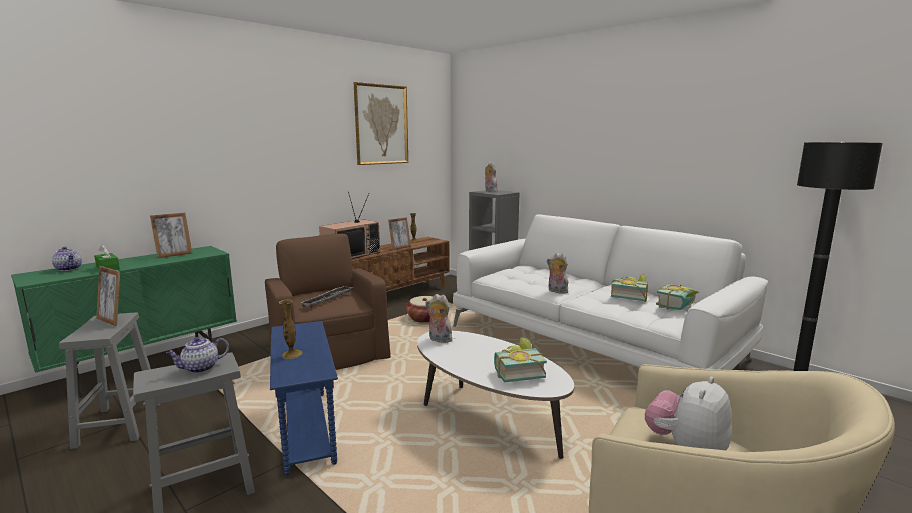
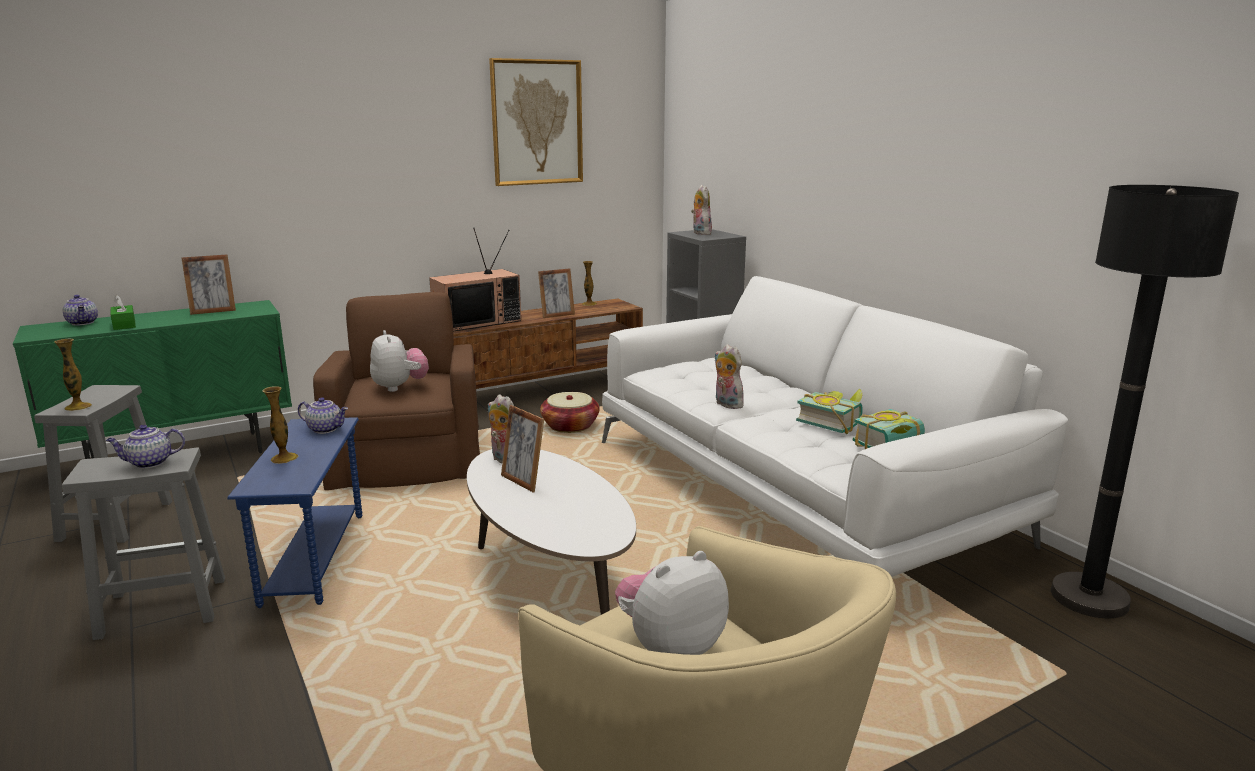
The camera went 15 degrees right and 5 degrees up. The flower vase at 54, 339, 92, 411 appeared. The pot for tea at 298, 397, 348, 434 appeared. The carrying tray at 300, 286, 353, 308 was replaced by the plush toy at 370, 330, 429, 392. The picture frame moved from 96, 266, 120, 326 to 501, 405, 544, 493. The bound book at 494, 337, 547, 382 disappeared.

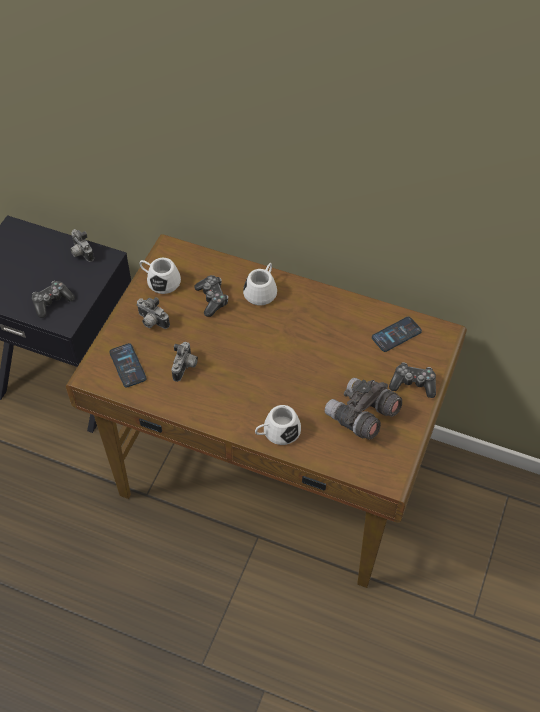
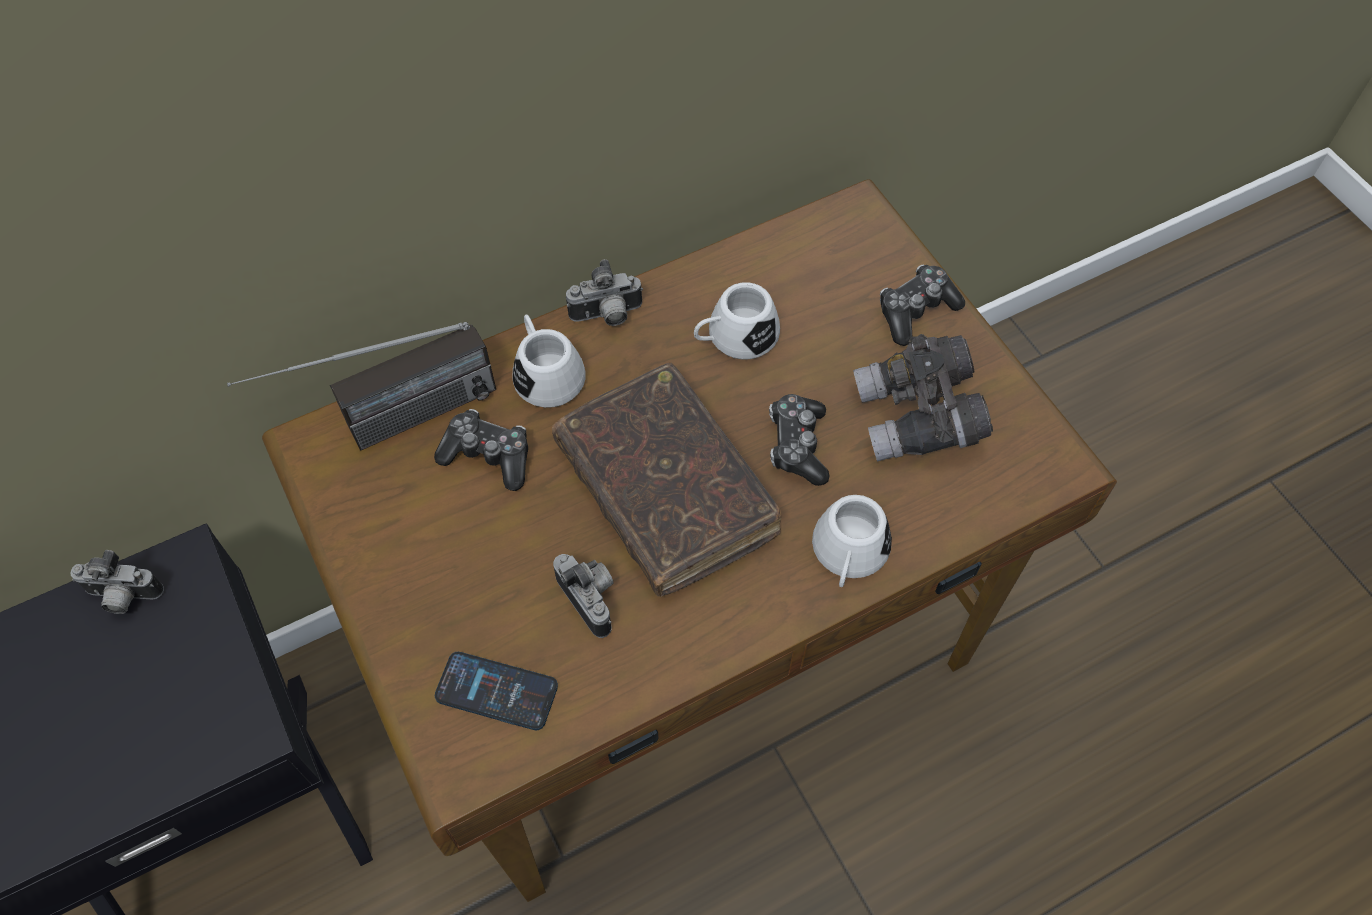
The camera went 50 degrees left and 5 degrees up. The radio receiver at 227, 322, 496, 450 appeared. The brownish bound book at 552, 363, 782, 597 appeared. The photo camera moved from 136, 297, 170, 329 to 566, 259, 643, 326. The whitish mug moved from 139, 258, 181, 294 to 694, 282, 780, 360. The game controller moved from 32, 281, 75, 318 to 769, 394, 830, 486. The telephone at 372, 317, 422, 352 disappeared.

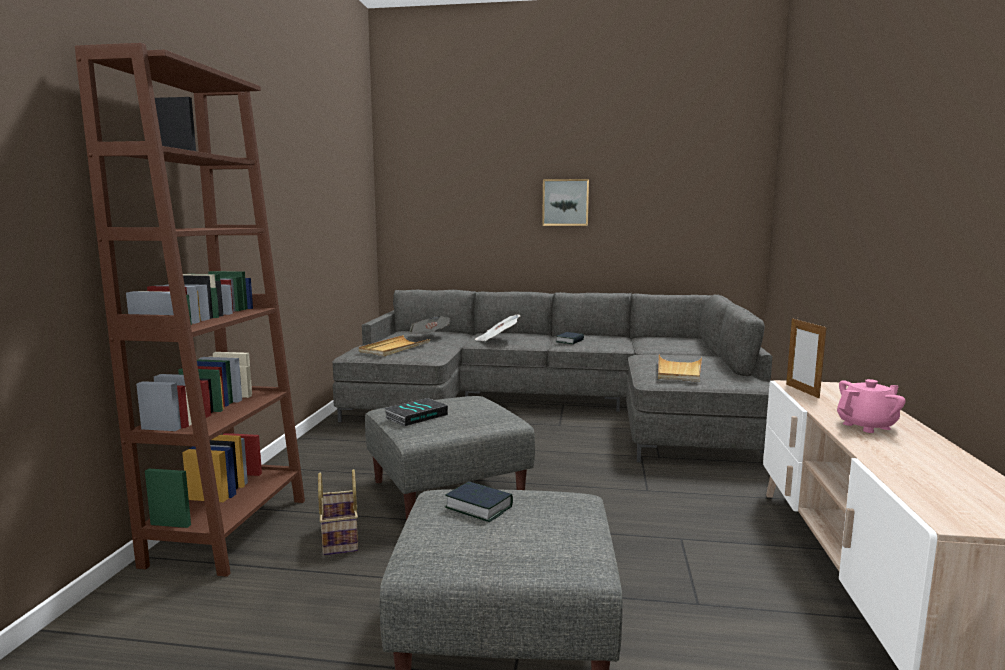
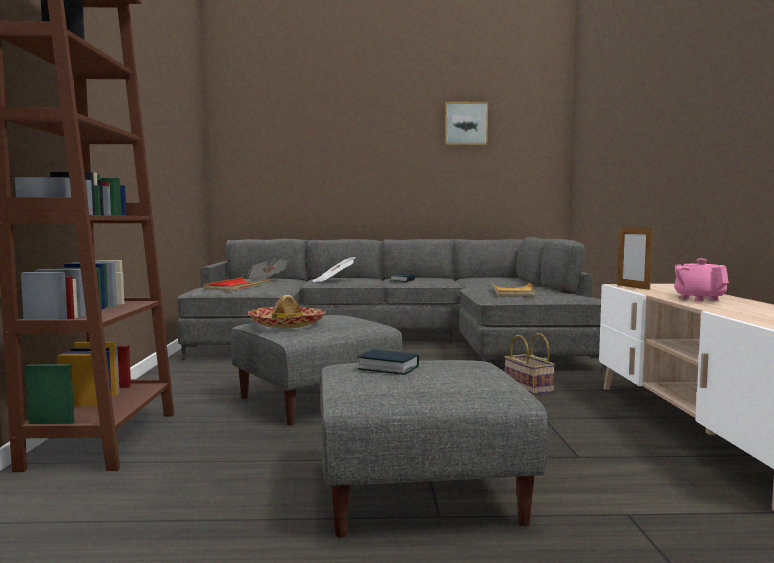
The camera went 10 degrees left and 5 degrees down. The beige-coloured carrying tray at 359, 335, 430, 356 became the red-coloured carrying tray at 203, 277, 272, 291. The bound book at 384, 398, 448, 426 was replaced by the wearable hat at 248, 295, 326, 328. The picture moved from 542, 179, 589, 226 to 445, 102, 488, 145. The basket moved from 318, 469, 358, 556 to 505, 333, 555, 395. The pink-coloured pot for tea at 837, 379, 906, 433 turned 75 degrees counterclockwise.

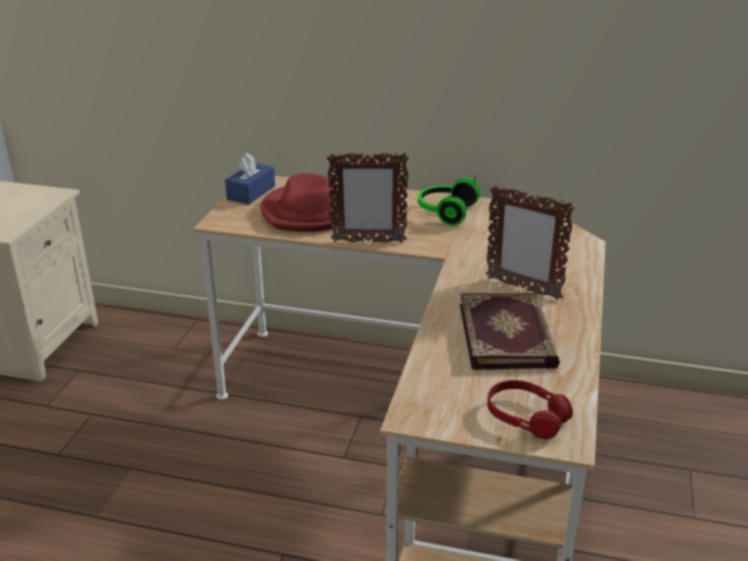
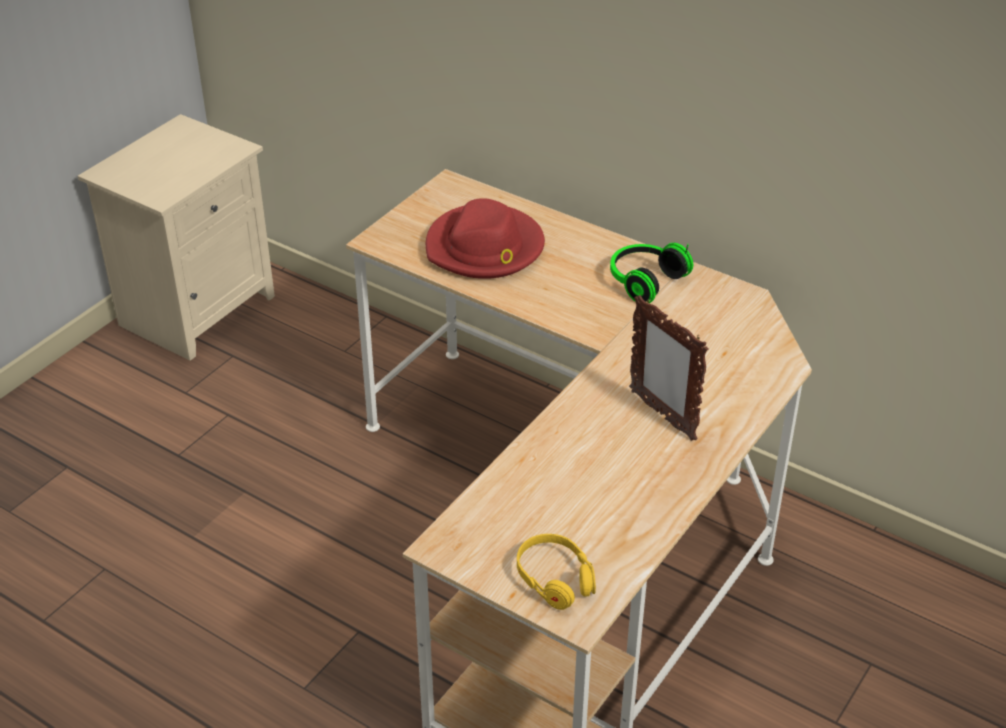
The camera went 20 degrees right and 10 degrees up. The red-coloured pair of headphones at 487, 380, 573, 439 became the yellow pair of headphones at 517, 534, 596, 610. The bluish box of tissues at 225, 153, 275, 205 disappeared. The picture frame at 327, 152, 409, 243 disappeared. The bound book at 460, 293, 560, 370 disappeared.

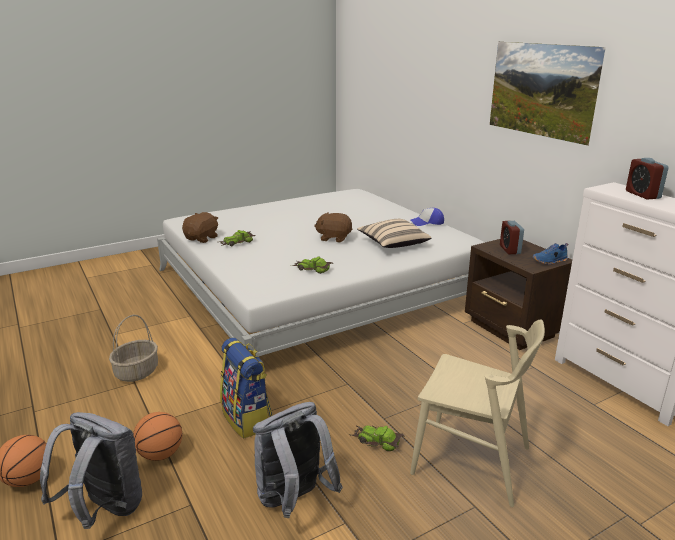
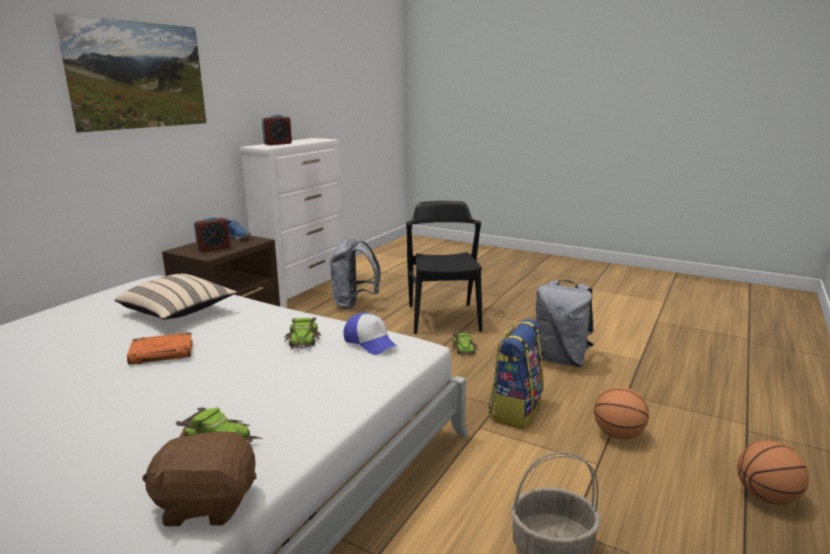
The camera went 120 degrees left and 5 degrees down. The brownish plush toy at 314, 212, 353, 242 was replaced by the orangey bound book at 127, 332, 193, 365. The gray backpack moved from 40, 412, 142, 529 to 330, 239, 381, 309. The cap moved from 410, 208, 444, 226 to 343, 313, 397, 355. The beige-coloured plain chair at 410, 319, 545, 507 became the black plain chair at 406, 201, 482, 334.

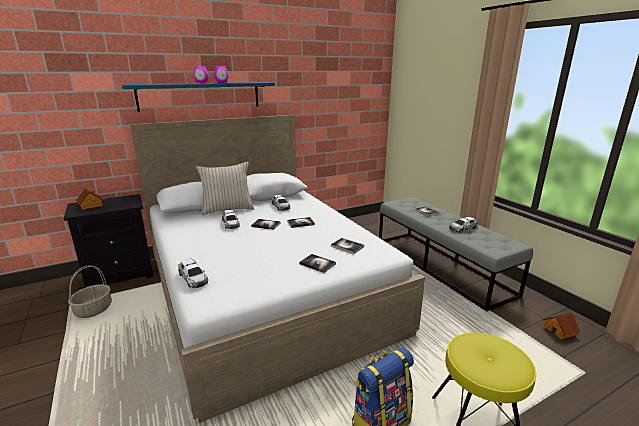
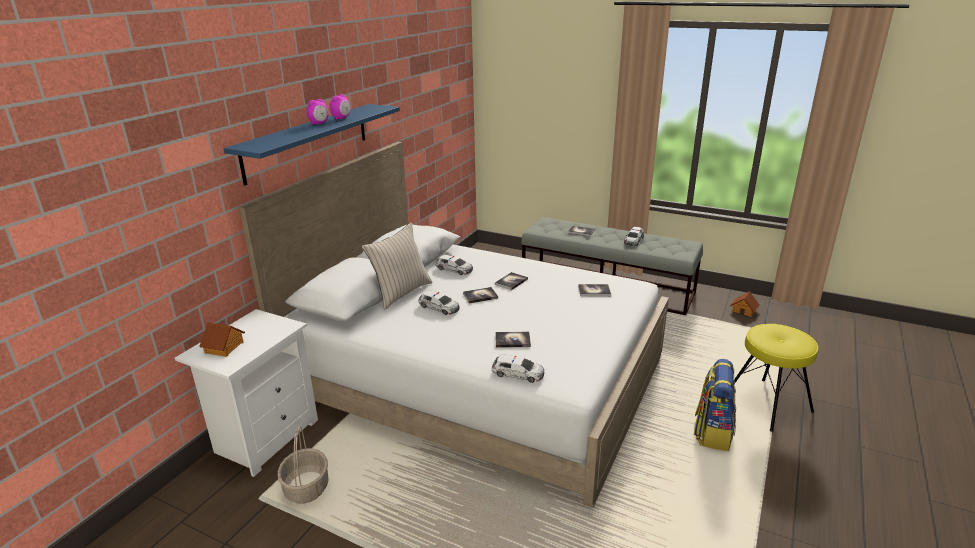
The camera went 35 degrees left and 5 degrees up. The black night table at 63, 194, 153, 288 became the whitish night table at 175, 309, 318, 477. The bound book moved from 299, 254, 336, 273 to 495, 332, 531, 348.

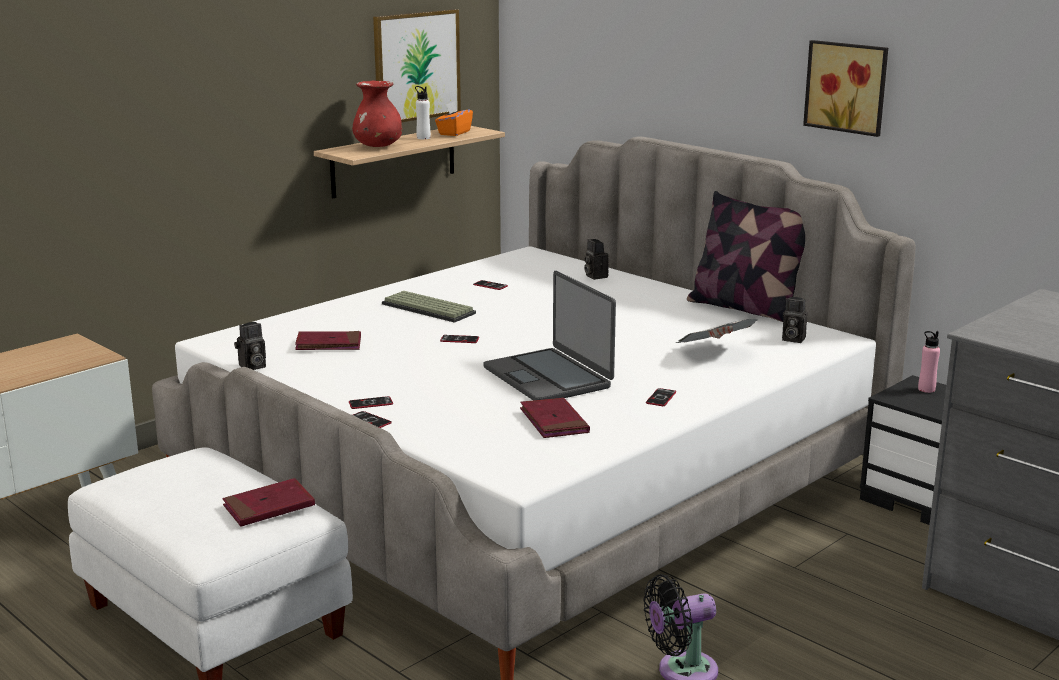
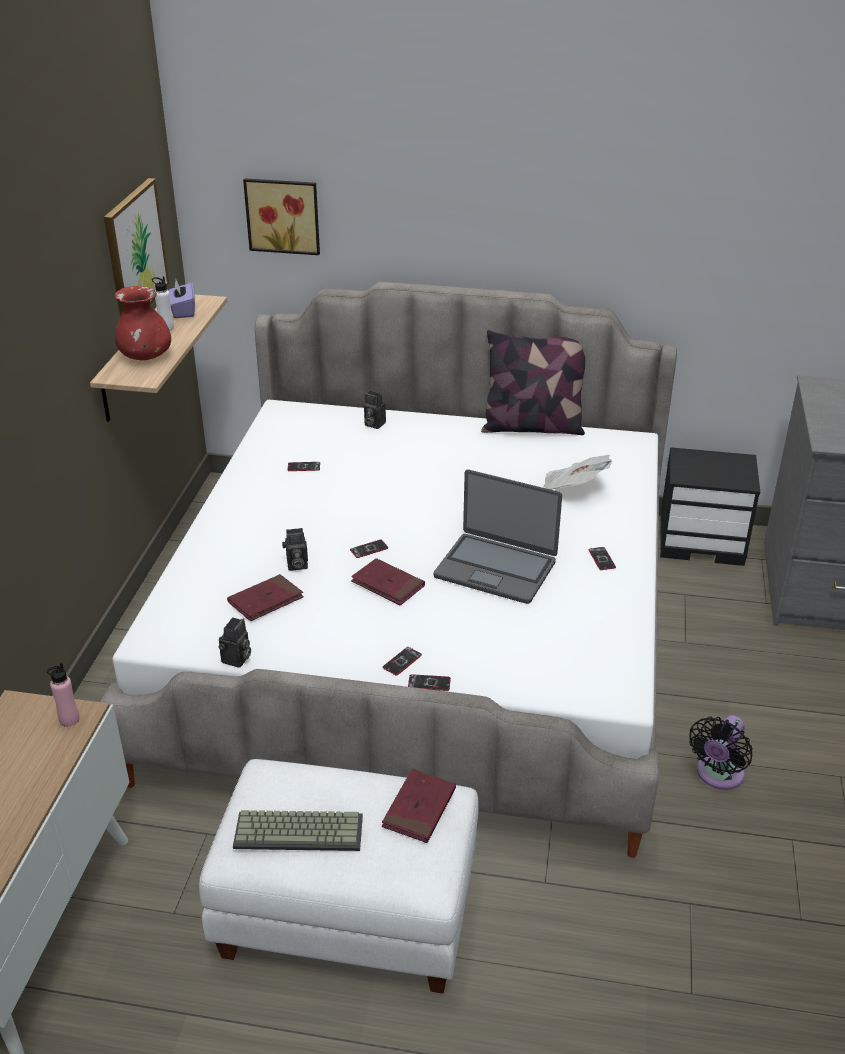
The camera went 35 degrees left and 15 degrees up. The pink-coloured bottle moved from 918, 331, 940, 393 to 47, 662, 79, 727. The orangey box of tissues at 435, 101, 473, 136 became the purple-coloured box of tissues at 168, 280, 195, 318. The keyboard moved from 382, 291, 476, 323 to 233, 810, 363, 851. The picture moved from 803, 40, 888, 137 to 243, 179, 320, 255. The photo camera moved from 782, 297, 808, 343 to 282, 528, 308, 571. The red-coloured bound book moved from 520, 398, 590, 438 to 351, 558, 425, 606.

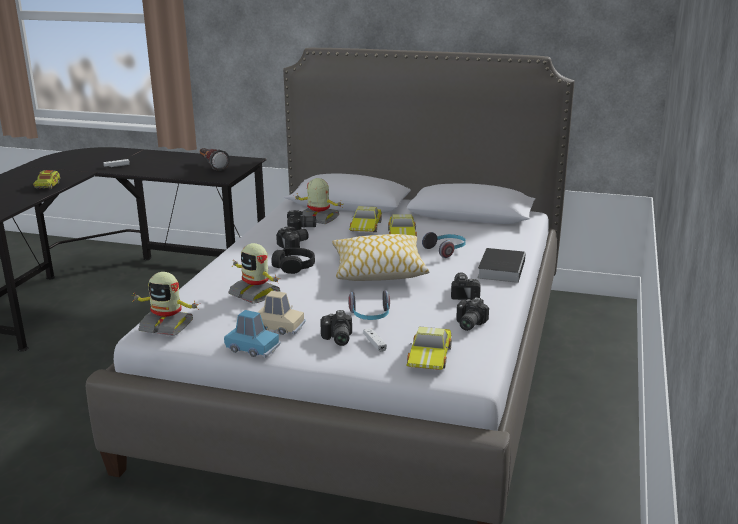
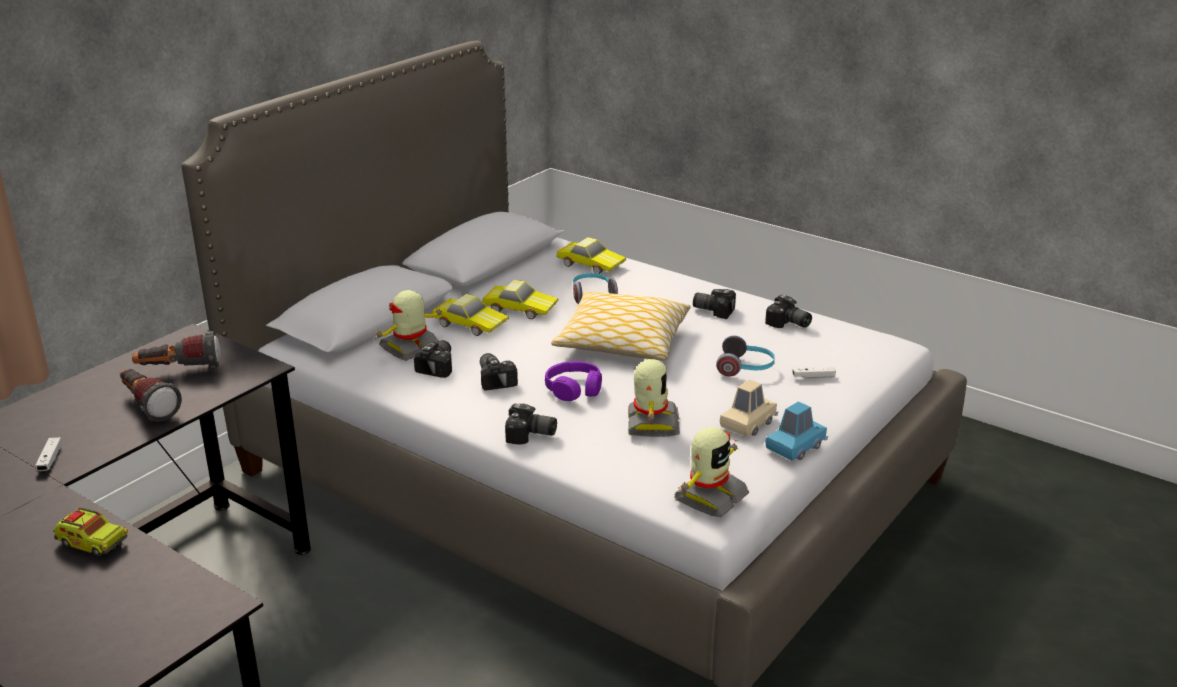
The camera went 70 degrees left and 5 degrees up. The hand torch at 120, 369, 182, 422 appeared. The photo camera moved from 320, 310, 352, 346 to 505, 403, 557, 445. The black pair of headphones at 271, 248, 315, 274 became the purple-coloured pair of headphones at 545, 361, 602, 401. The miniature car moved from 406, 326, 452, 370 to 557, 237, 626, 274. The model robot at 228, 243, 280, 304 turned 60 degrees counterclockwise. The bound book at 477, 248, 526, 283 disappeared.

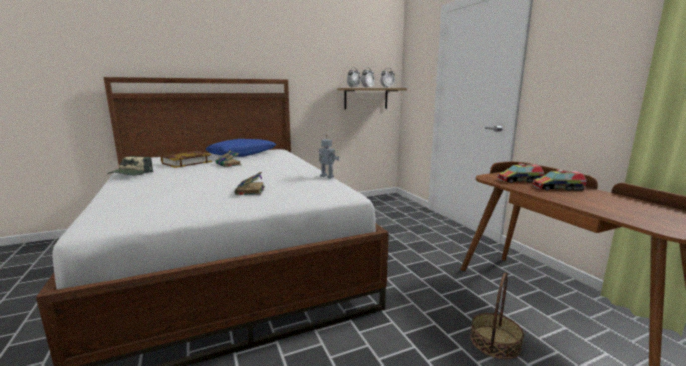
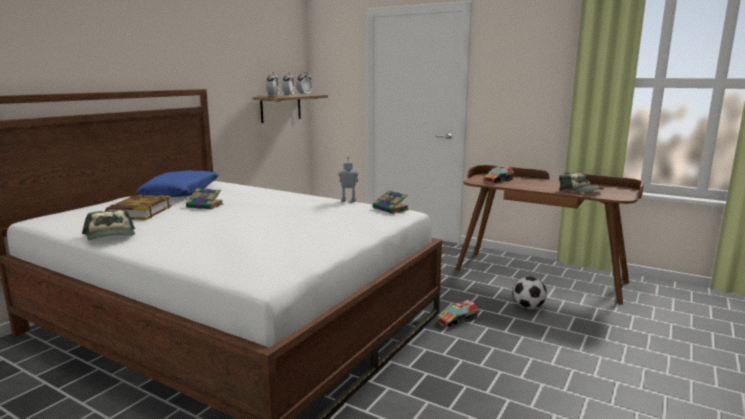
The camera went 35 degrees left and 0 degrees up. The bound book moved from 235, 171, 265, 195 to 373, 190, 409, 214. The model truck moved from 532, 170, 587, 191 to 438, 300, 478, 328. The basket at 470, 273, 524, 359 was replaced by the ball for football at 513, 276, 547, 309. The cap at 559, 173, 604, 193 appeared.

